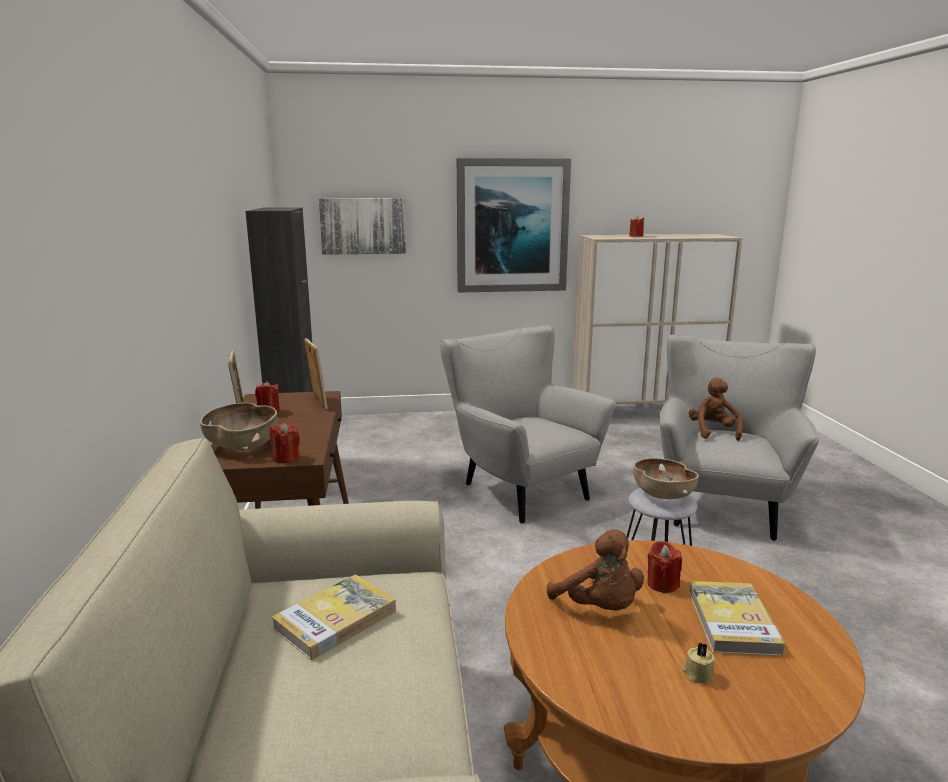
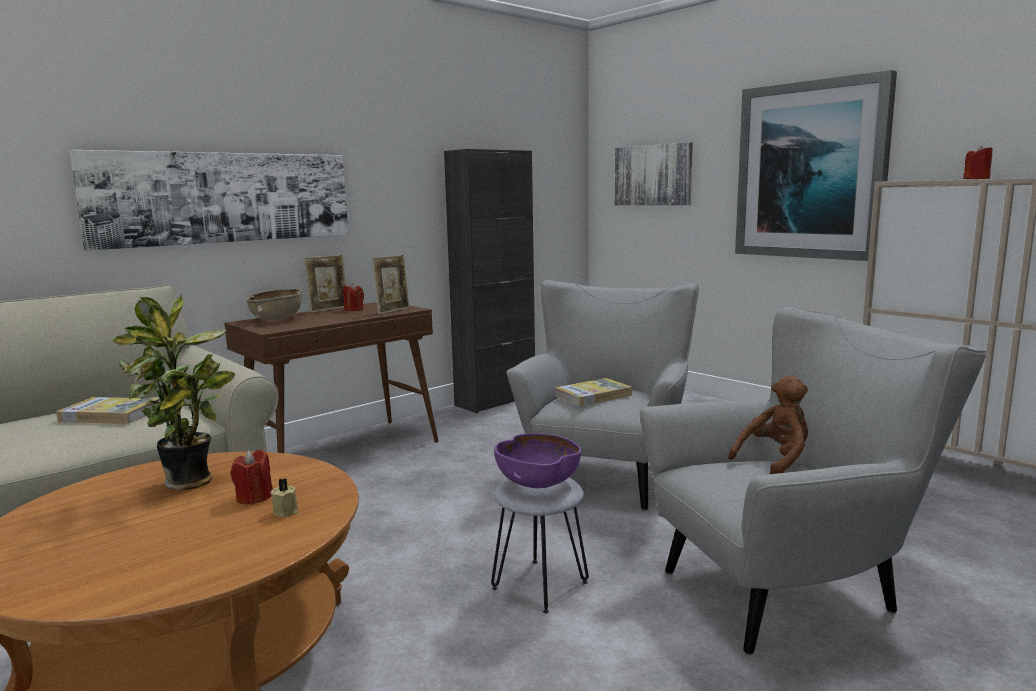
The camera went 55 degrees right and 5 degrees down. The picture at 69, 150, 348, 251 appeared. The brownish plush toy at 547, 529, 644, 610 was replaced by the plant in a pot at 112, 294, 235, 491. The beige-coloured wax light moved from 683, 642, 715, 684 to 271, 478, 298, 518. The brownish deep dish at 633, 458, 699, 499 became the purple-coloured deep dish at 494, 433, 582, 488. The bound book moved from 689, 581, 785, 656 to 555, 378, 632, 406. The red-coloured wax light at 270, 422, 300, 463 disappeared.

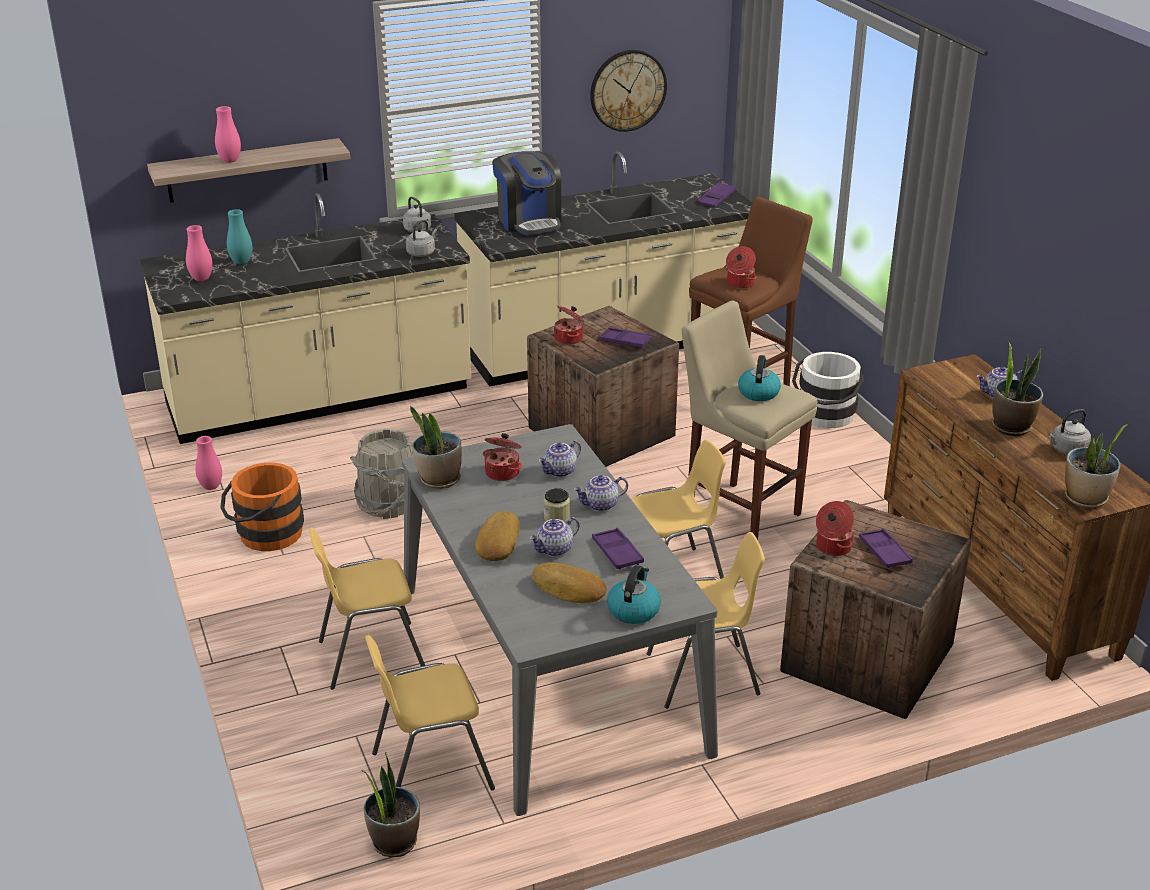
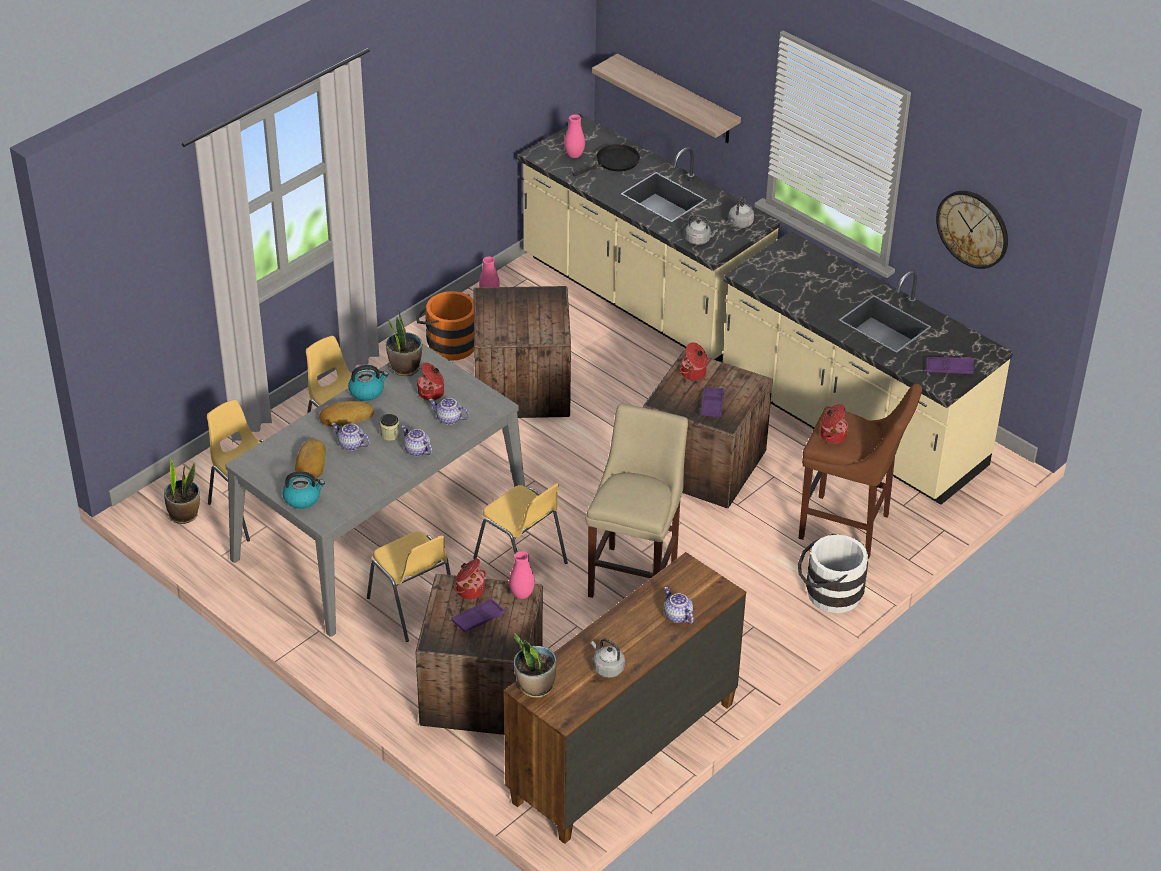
The camera went 65 degrees right and 10 degrees up. The tea kettle moved from 738, 355, 781, 401 to 348, 365, 389, 401. The gray bucket at 350, 428, 414, 519 was replaced by the shipping crate at 473, 286, 571, 418. The pink-coloured flower vase moved from 215, 106, 241, 163 to 509, 551, 535, 599. The turquoise-coloured flower vase at 227, 209, 252, 265 was replaced by the black pan at 573, 144, 640, 176. The coffee brewer at 492, 151, 561, 235 disappeared. The purple-coloured carrying tray at 592, 528, 644, 569 disappeared. The plant in a pot at 992, 341, 1043, 436 disappeared.

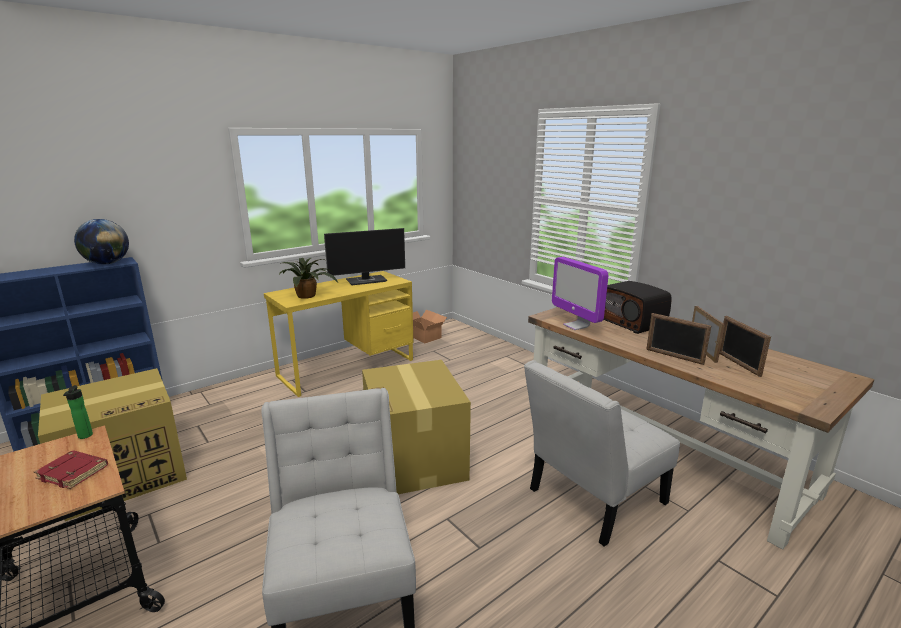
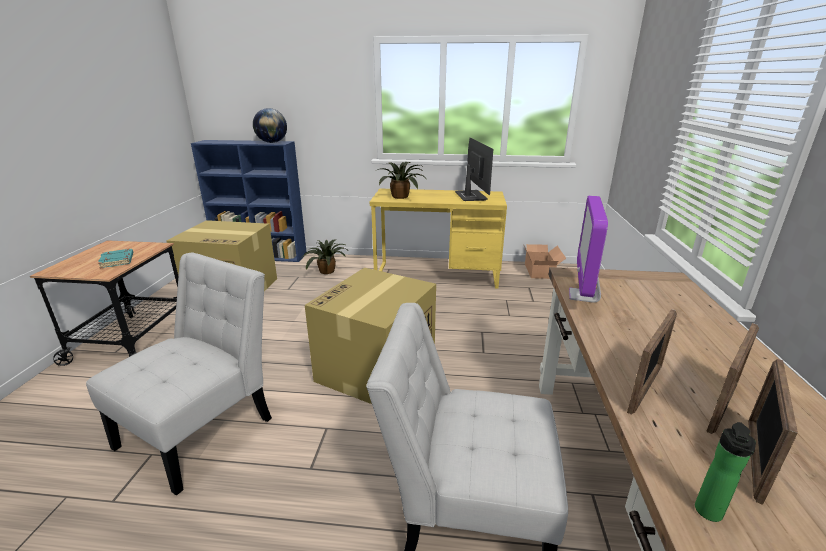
The camera went 45 degrees right and 5 degrees up. The red-coloured bound book at 34, 450, 108, 489 became the turquoise-coloured bound book at 98, 249, 133, 268. The plant in a pot at 302, 240, 347, 274 appeared. The computer screen at 324, 228, 405, 285 turned 120 degrees counterclockwise. The picture frame at 646, 313, 711, 365 turned 135 degrees counterclockwise. The bottle moved from 63, 385, 93, 439 to 695, 422, 756, 522. The radio receiver at 604, 281, 671, 334 disappeared.

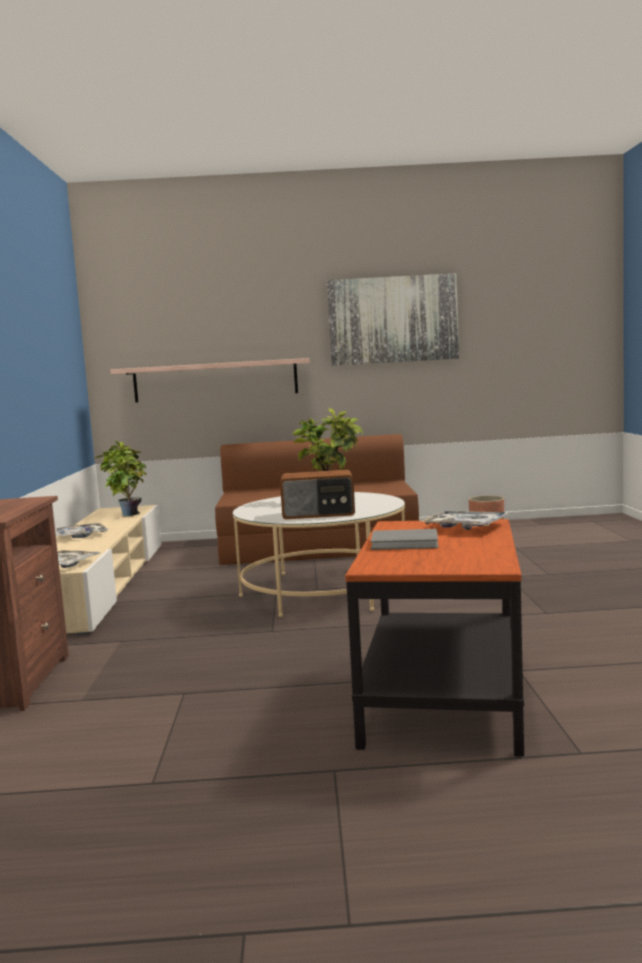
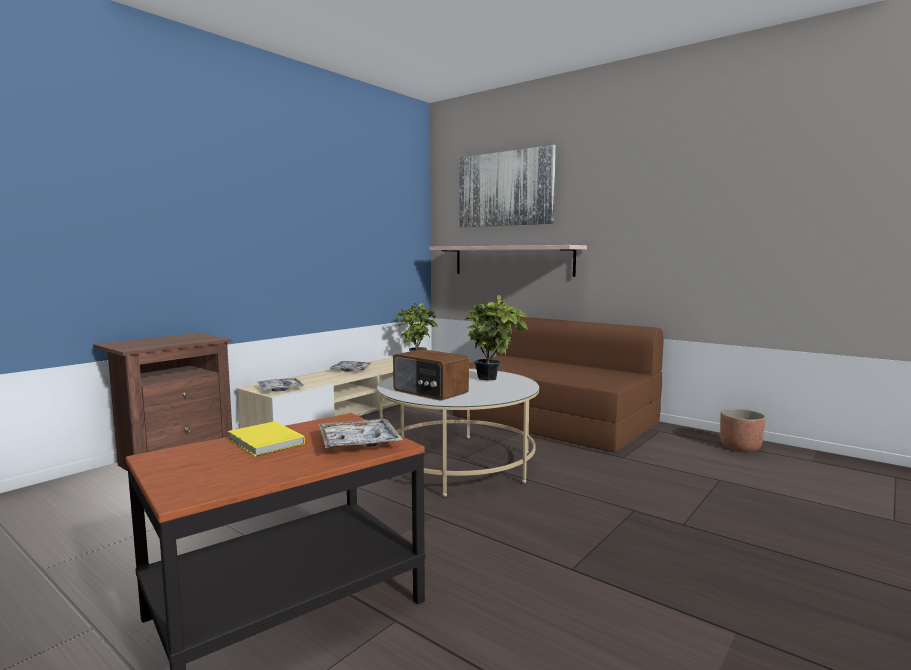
The camera went 40 degrees right and 0 degrees up. The gray bound book at 370, 529, 438, 550 became the yellow bound book at 228, 421, 305, 457. The picture moved from 327, 273, 459, 366 to 459, 145, 556, 228.

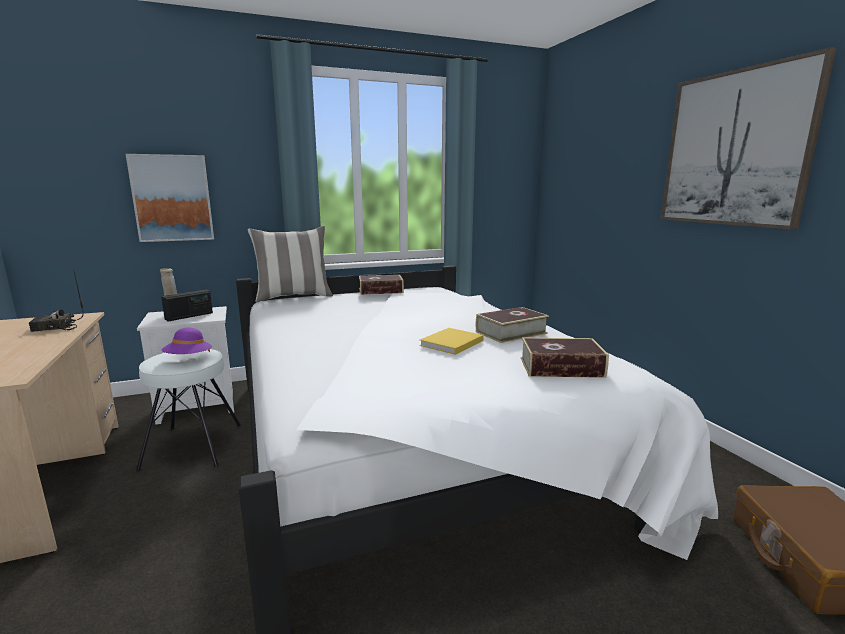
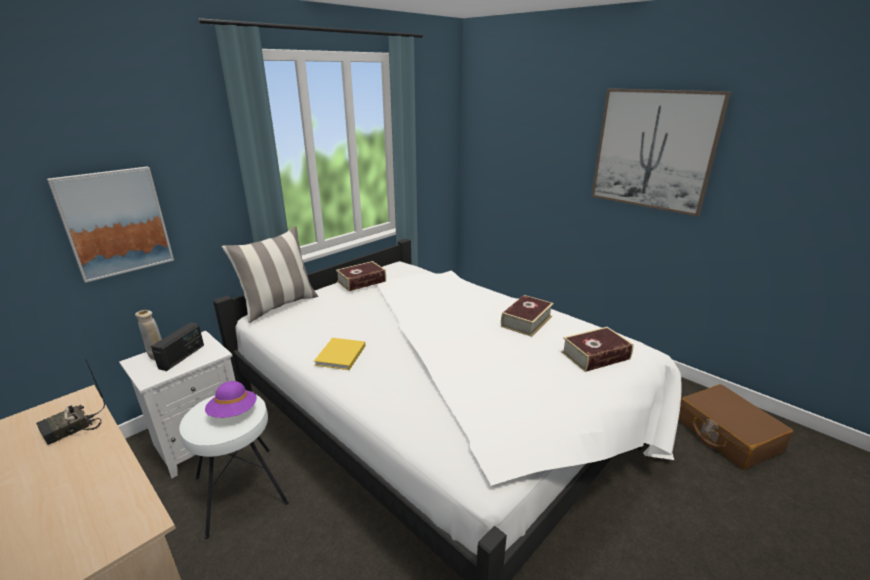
The camera went 25 degrees left and 10 degrees up. The yellow bound book moved from 419, 328, 484, 355 to 314, 338, 366, 370.

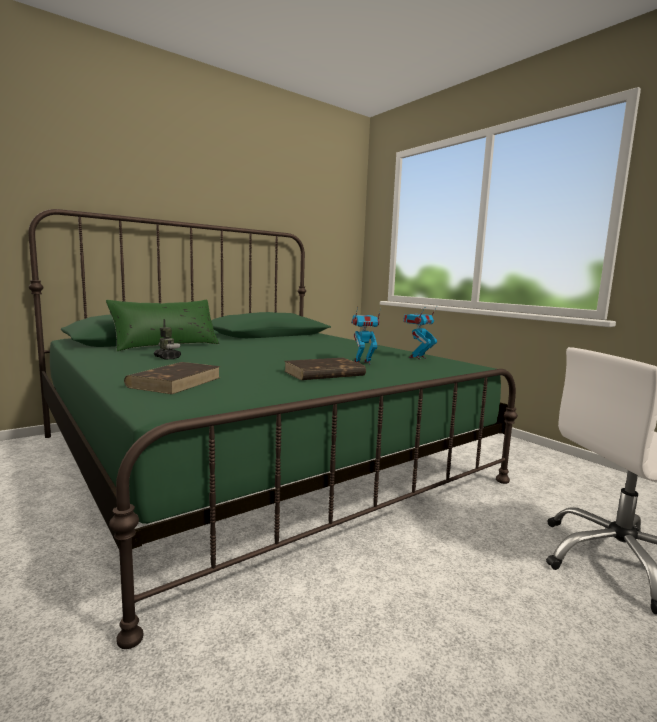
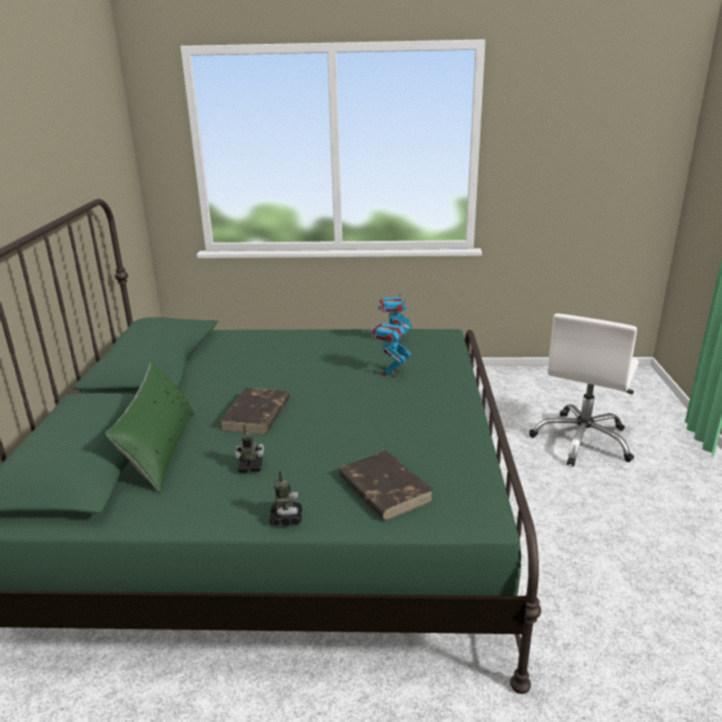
The camera went 50 degrees left and 15 degrees up. The brownish bound book moved from 284, 358, 366, 380 to 220, 387, 290, 434. The model robot at 269, 471, 302, 526 appeared.

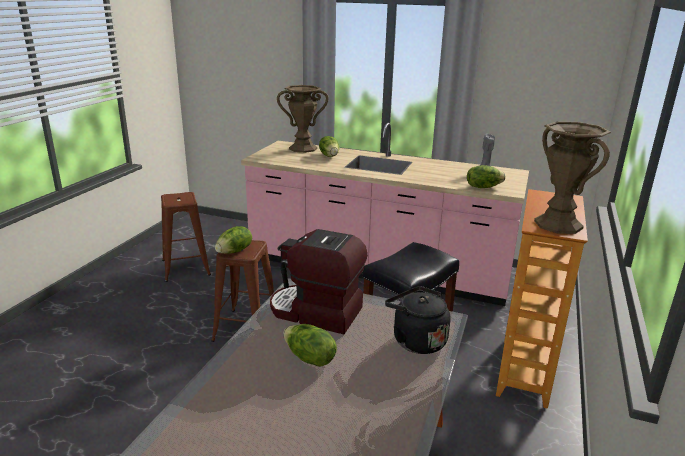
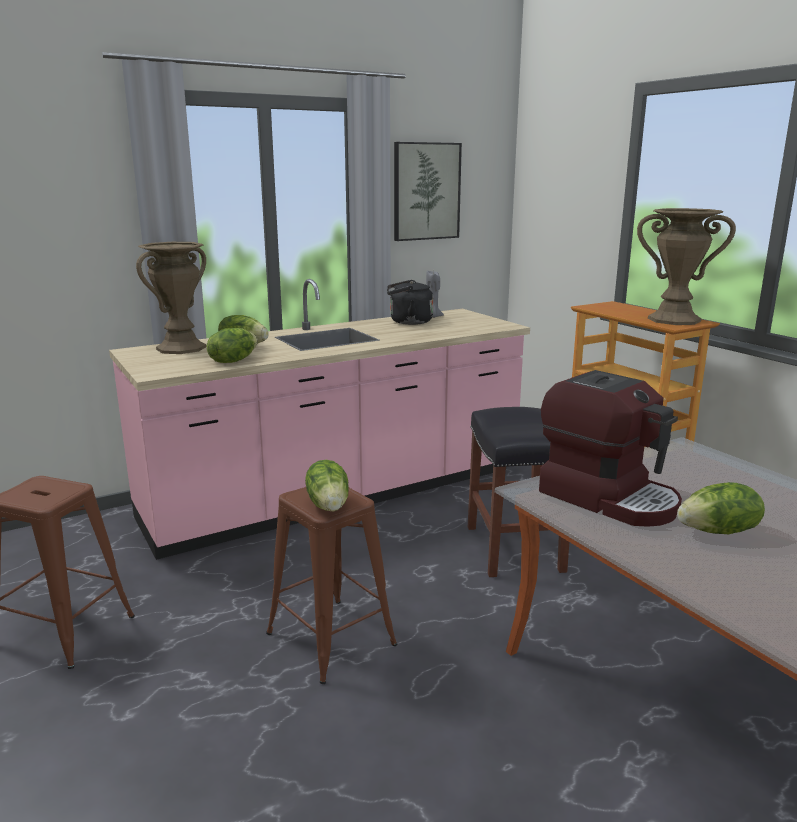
The camera went 50 degrees left and 5 degrees down. The lettuce moved from 467, 165, 506, 188 to 207, 328, 258, 363. The black tea kettle moved from 385, 286, 451, 354 to 387, 280, 433, 325. The picture at 394, 142, 462, 241 appeared. The coffee brewer at 270, 229, 367, 334 turned 105 degrees counterclockwise.

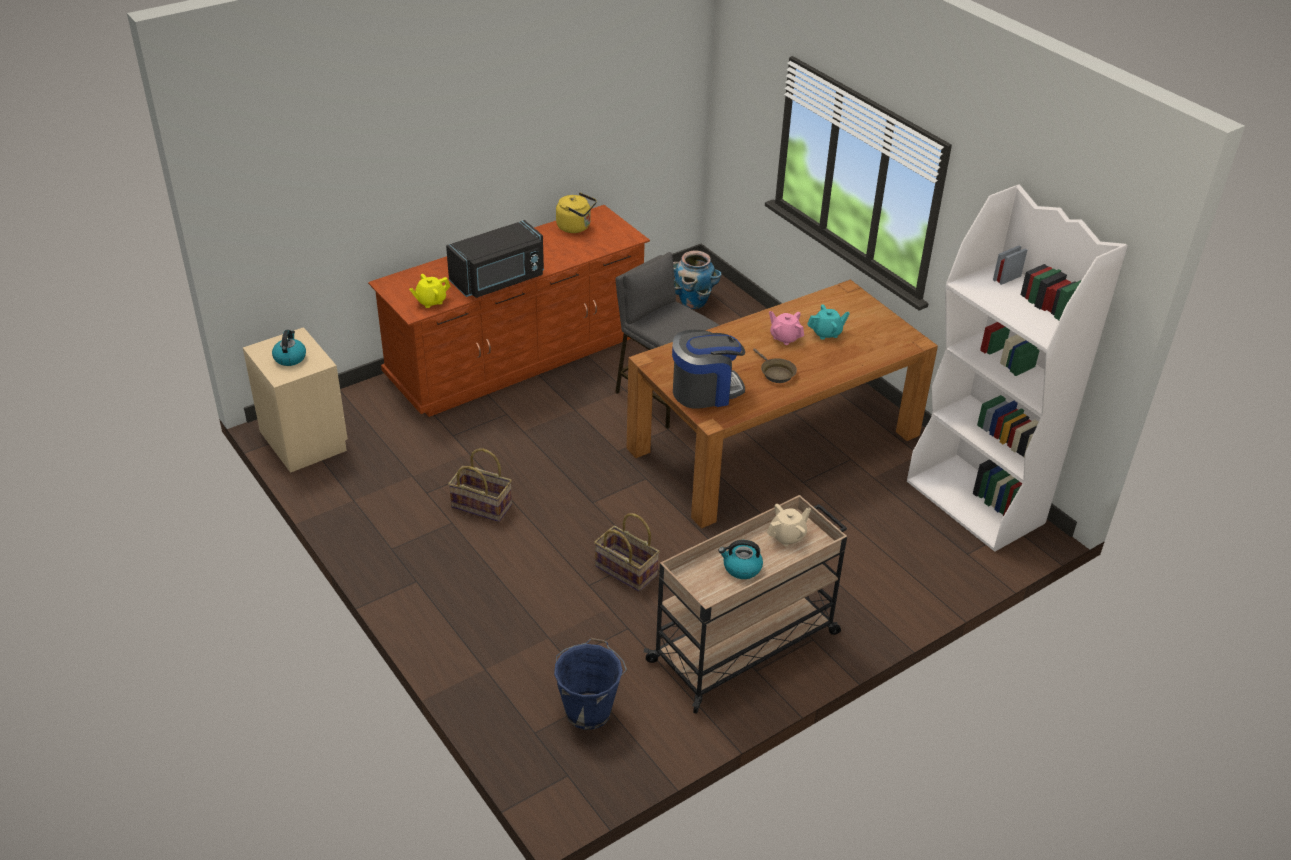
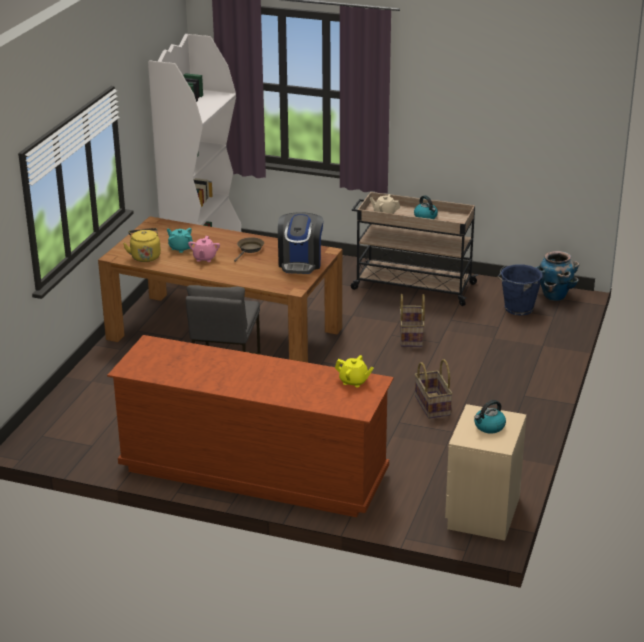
The camera went 125 degrees left and 10 degrees down. The yellow tea kettle moved from 556, 193, 597, 233 to 123, 228, 161, 262. The coffee brewer at 672, 330, 745, 409 turned 120 degrees counterclockwise. The planter moved from 673, 250, 721, 309 to 535, 251, 579, 301. The black kitchen microwave at 446, 220, 544, 298 disappeared.

